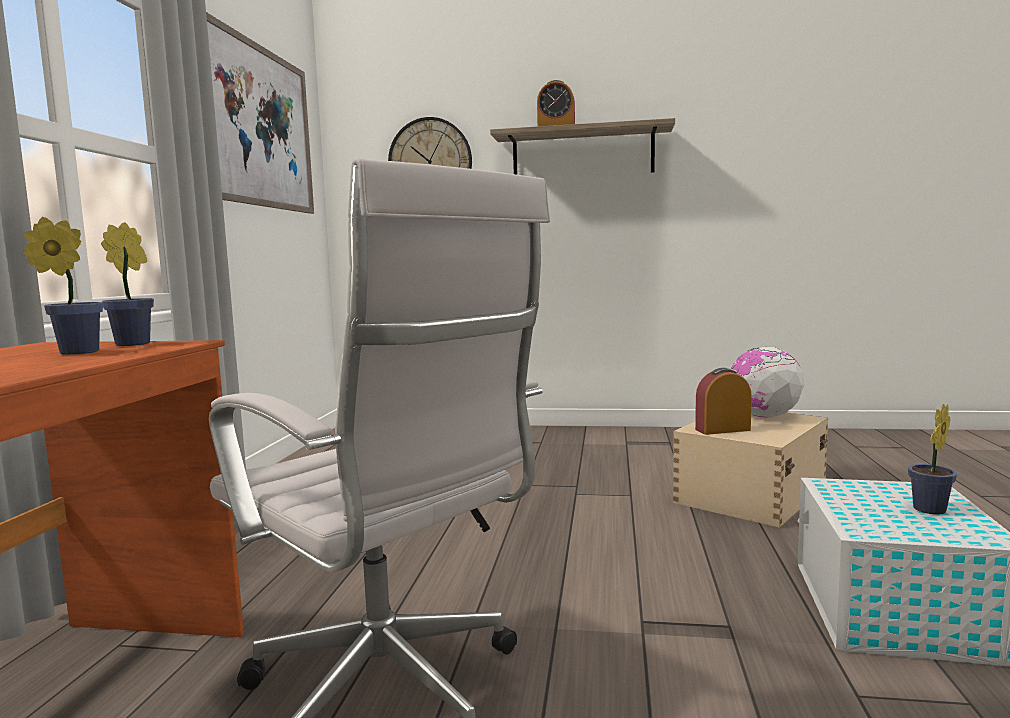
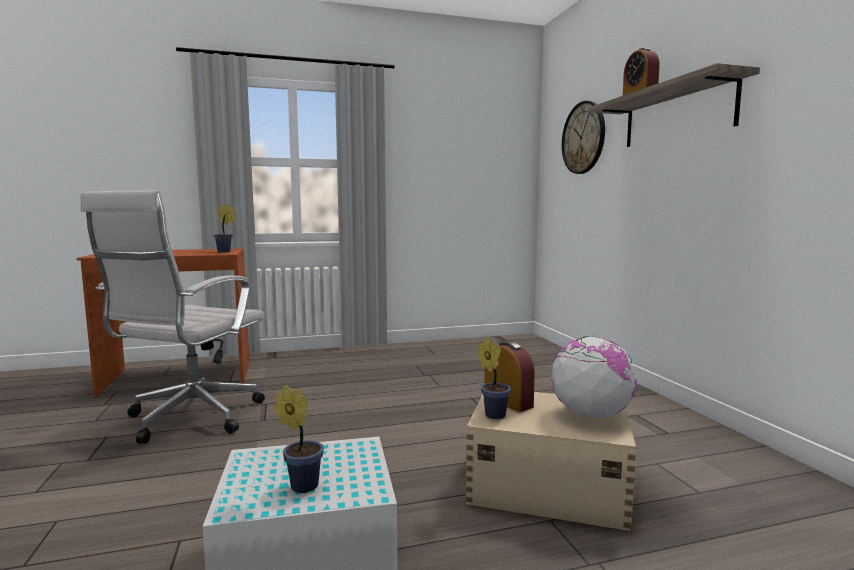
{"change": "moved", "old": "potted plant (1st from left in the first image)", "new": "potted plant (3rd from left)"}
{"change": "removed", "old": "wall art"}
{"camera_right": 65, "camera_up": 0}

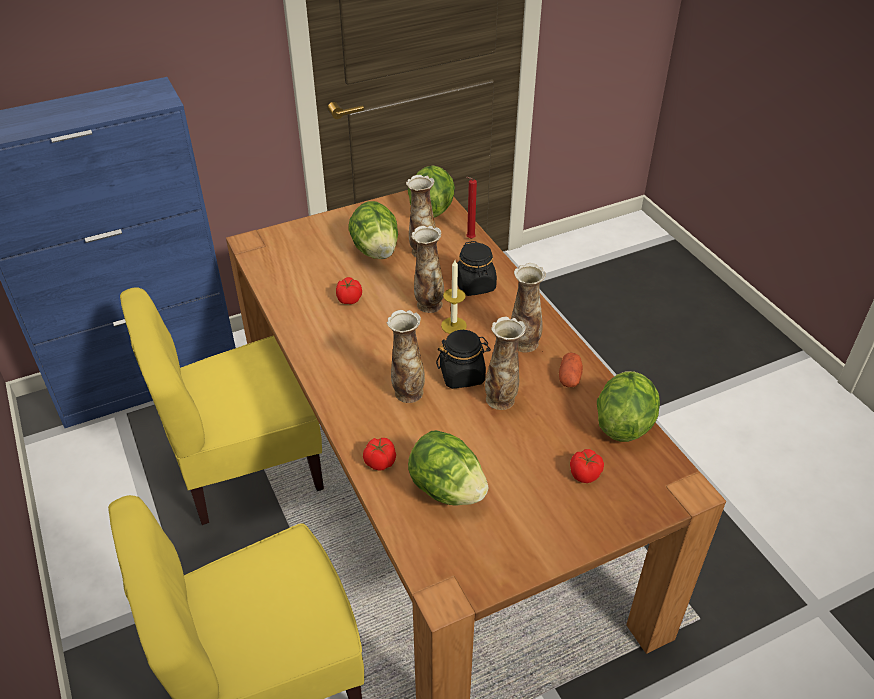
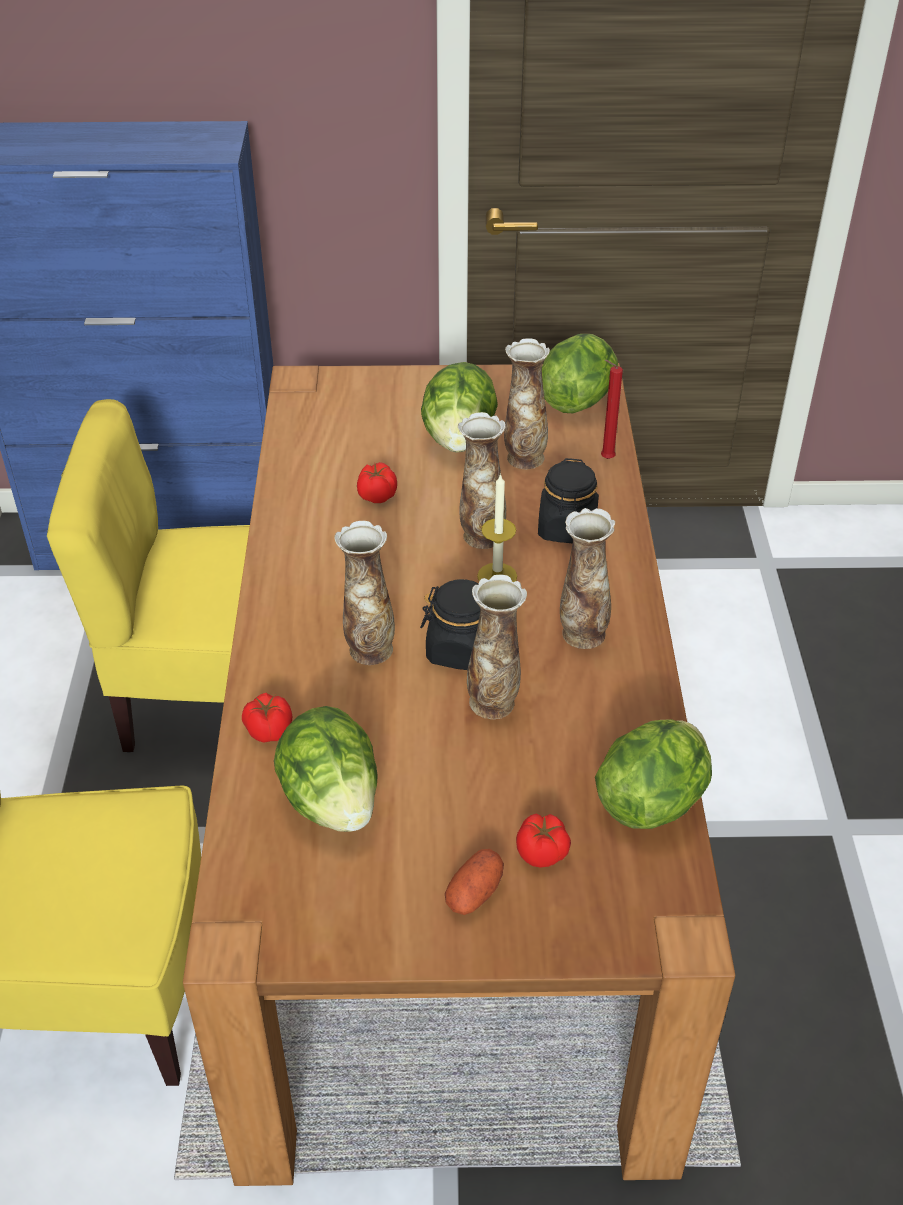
{"change": "moved", "old": "whole potato"}
{"camera_right": 25, "camera_up": 0}

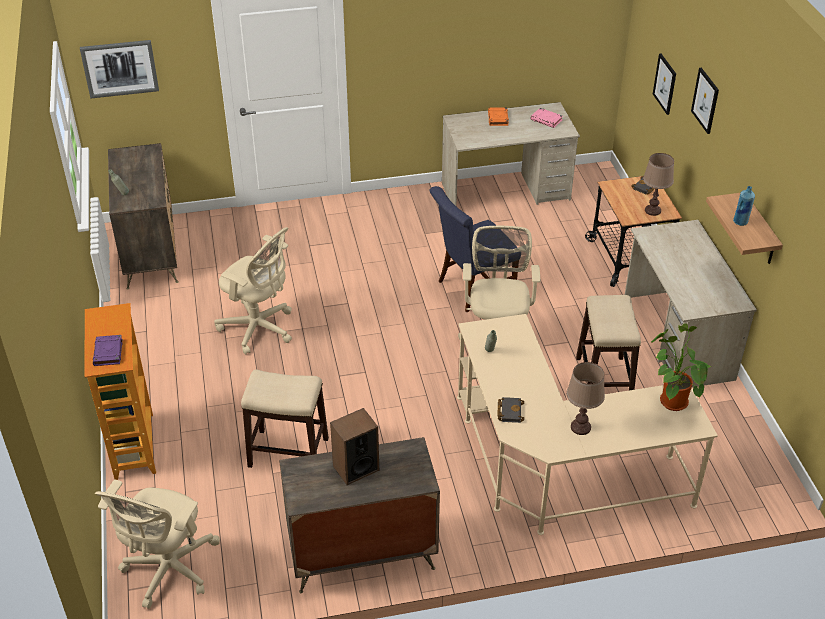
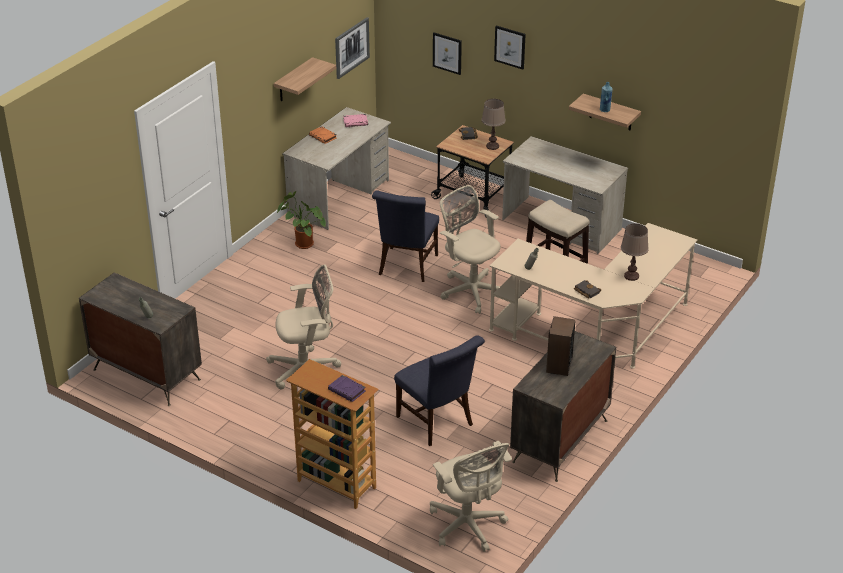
{"change": "added", "new": "wall shelf (1st from left)"}
{"change": "moved", "old": "potted plant"}
{"change": "moved", "old": "wall art (1st from left)"}
{"change": "replaced", "old": "stool seat (1st from left)", "new": "chair/blue-coloured (2nd from left)"}
{"camera_right": -45, "camera_up": -5}

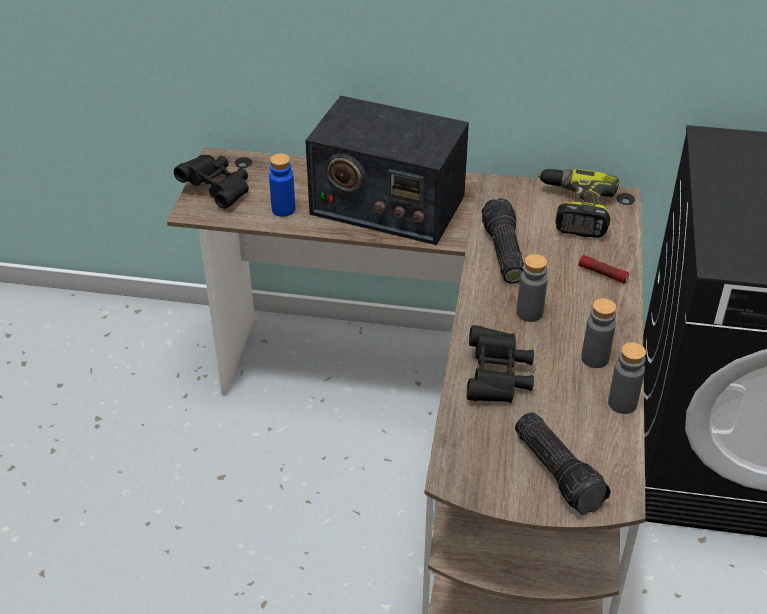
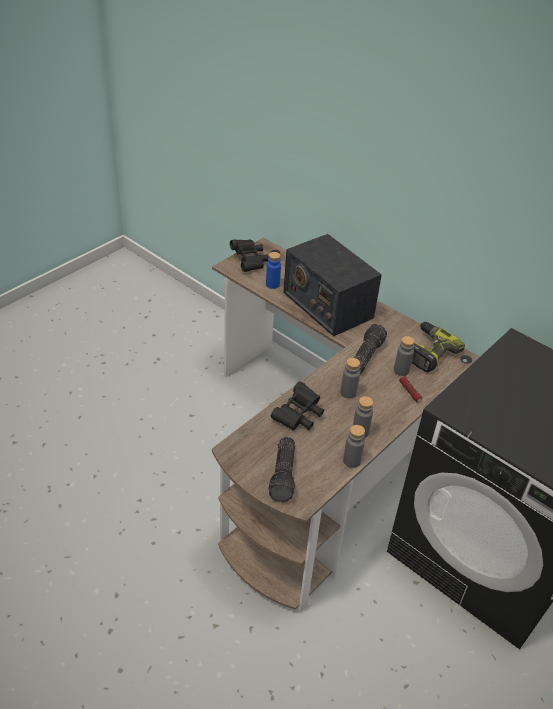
{"change": "added", "new": "drink bottle/grey (4th from left)"}
{"camera_right": 30, "camera_up": 0}

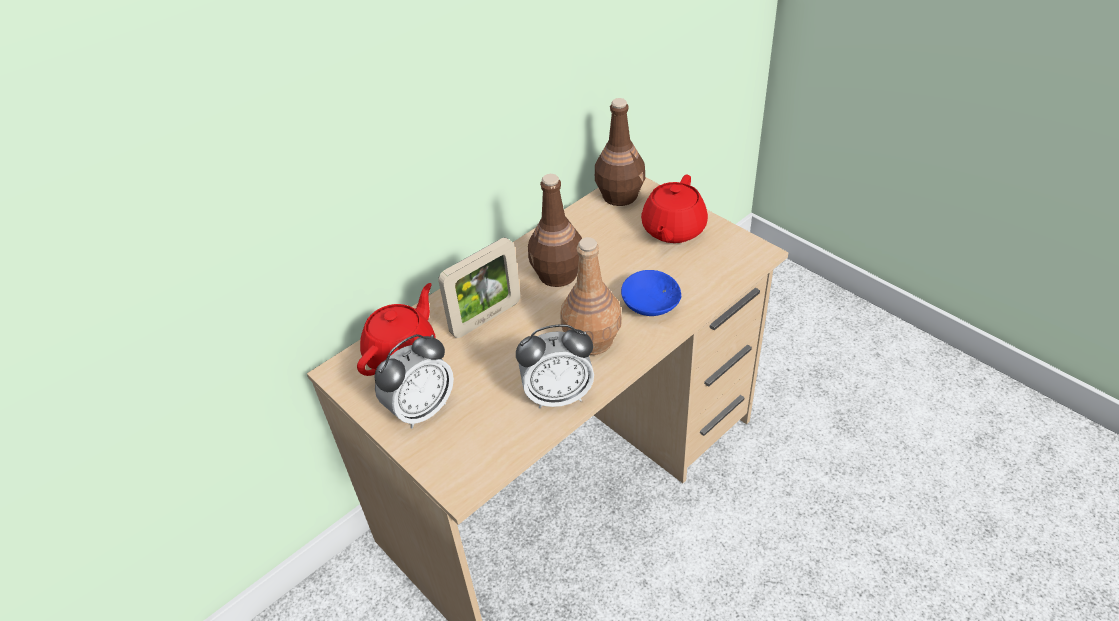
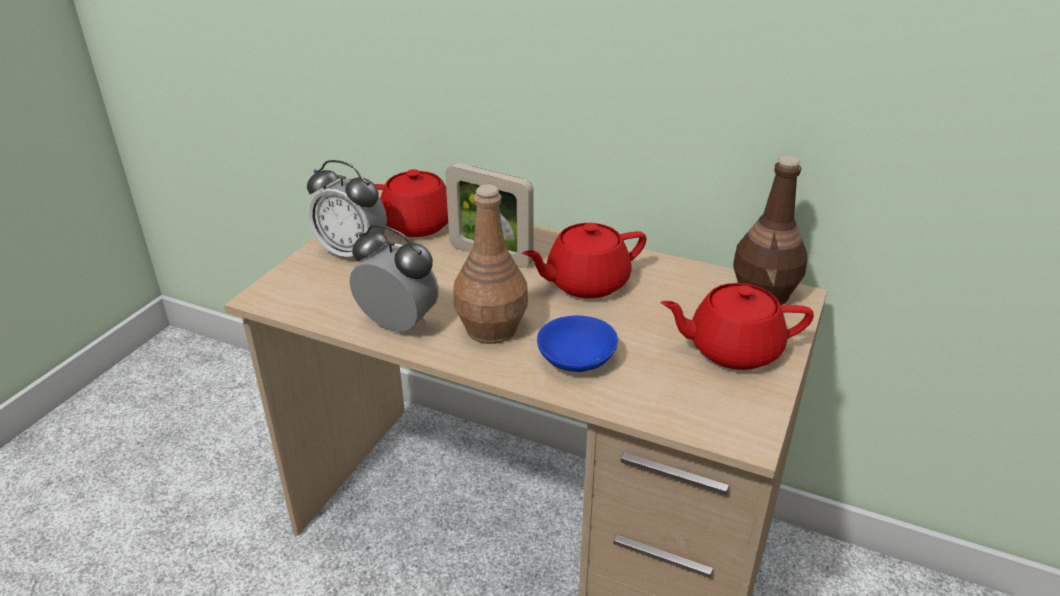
{"change": "turned", "old": "bedside clock (2nd from left)", "degrees": 150}
{"change": "replaced", "old": "drink bottle/brownish (1st from left)", "new": "pot for tea/red-coloured (2nd from left)"}
{"camera_right": 65, "camera_up": -10}

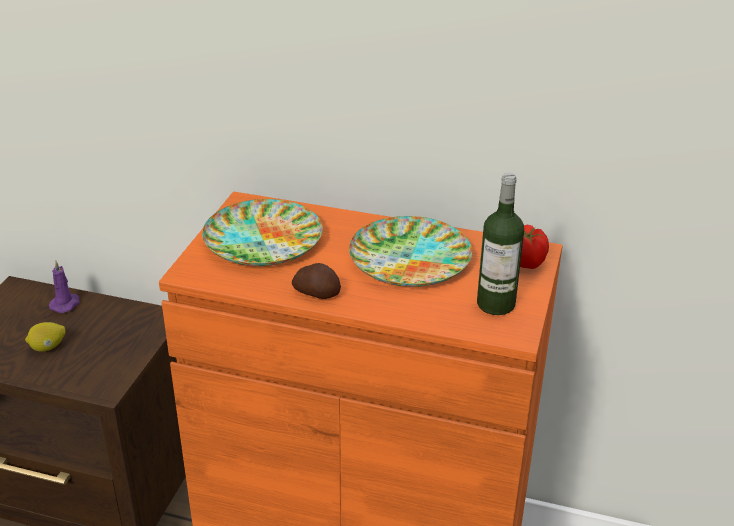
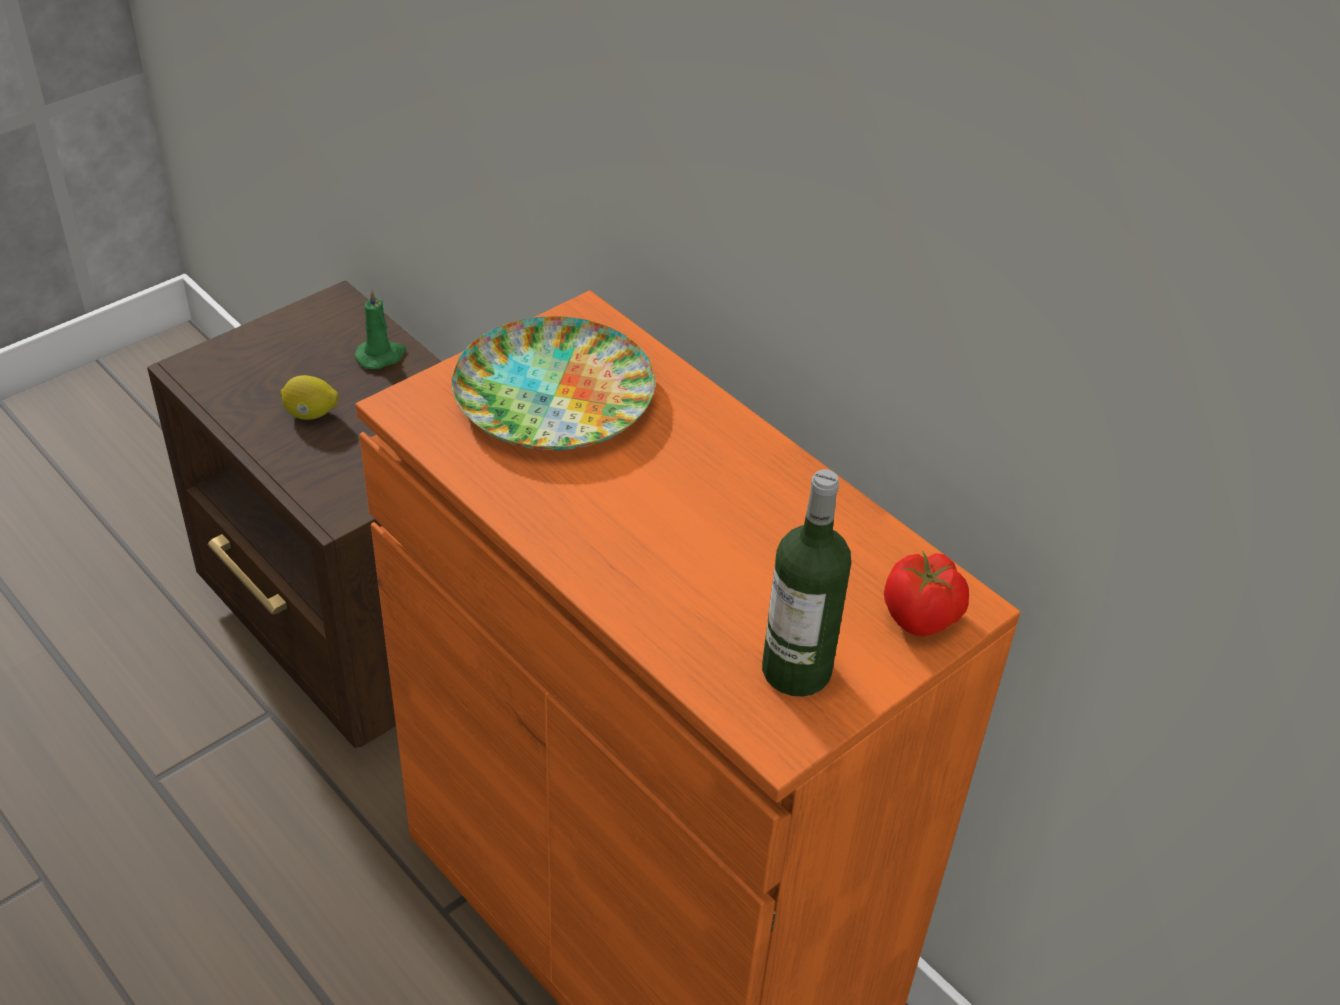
{"change": "recoloured", "old": "wax light/purplish", "new": "wax light/green"}
{"change": "removed", "old": "whole potato"}
{"change": "removed", "old": "dinner plate (2nd from left)"}
{"camera_right": 30, "camera_up": 10}

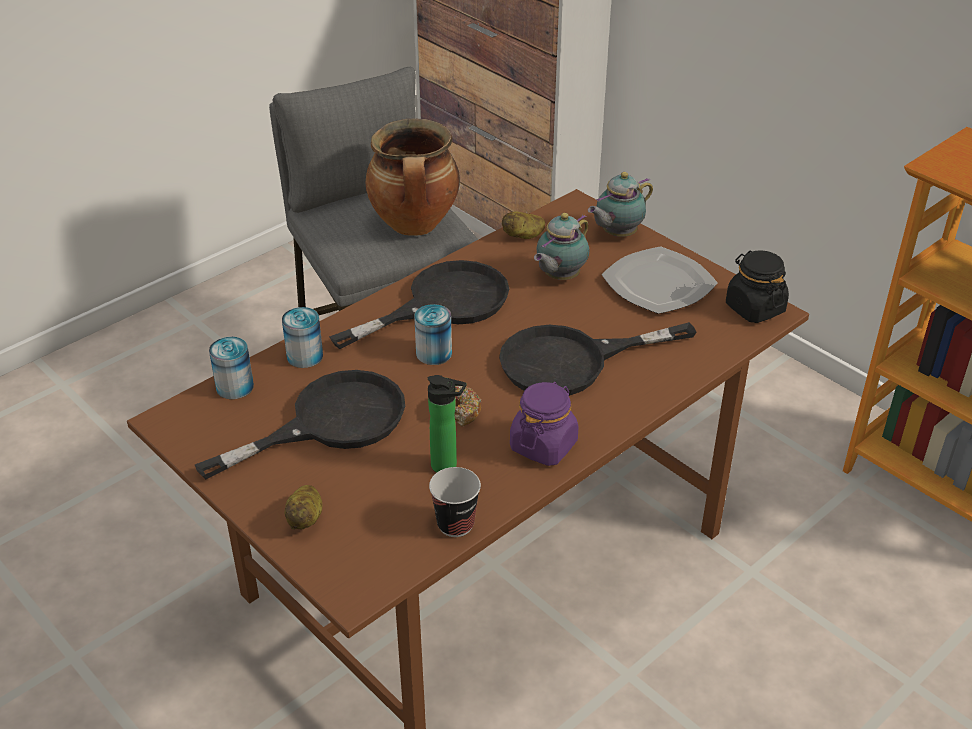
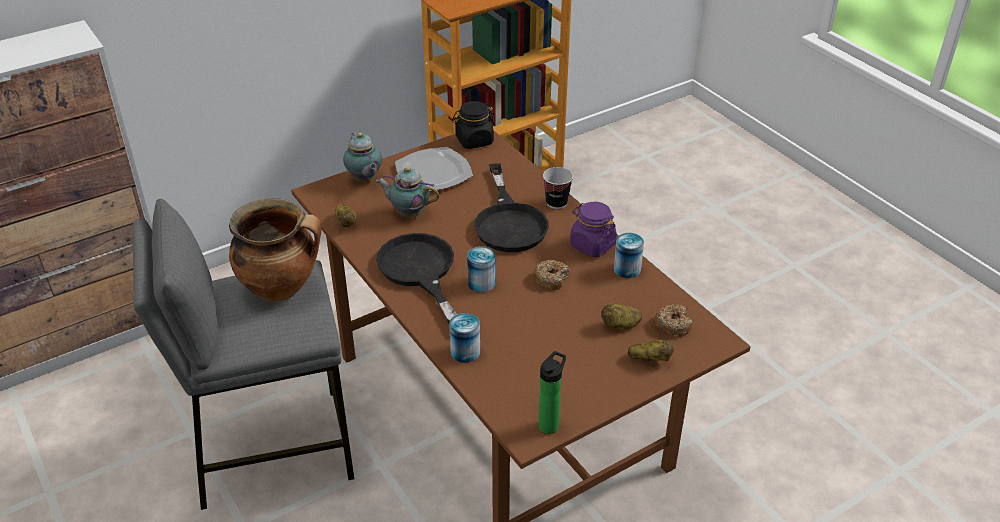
{"change": "turned", "old": "pot for tea (1st from left in the first image)", "degrees": 150}
{"change": "moved", "old": "drink bottle"}
{"change": "moved", "old": "small cup"}
{"change": "added", "new": "whole potato (2nd from left)"}
{"change": "moved", "old": "can (1st from left in the first image)", "new": "can (3rd from left)"}
{"change": "added", "new": "ring doughnut (2nd from left)"}
{"change": "removed", "old": "pan/black (1st from left)"}
{"camera_right": -80, "camera_up": 0}

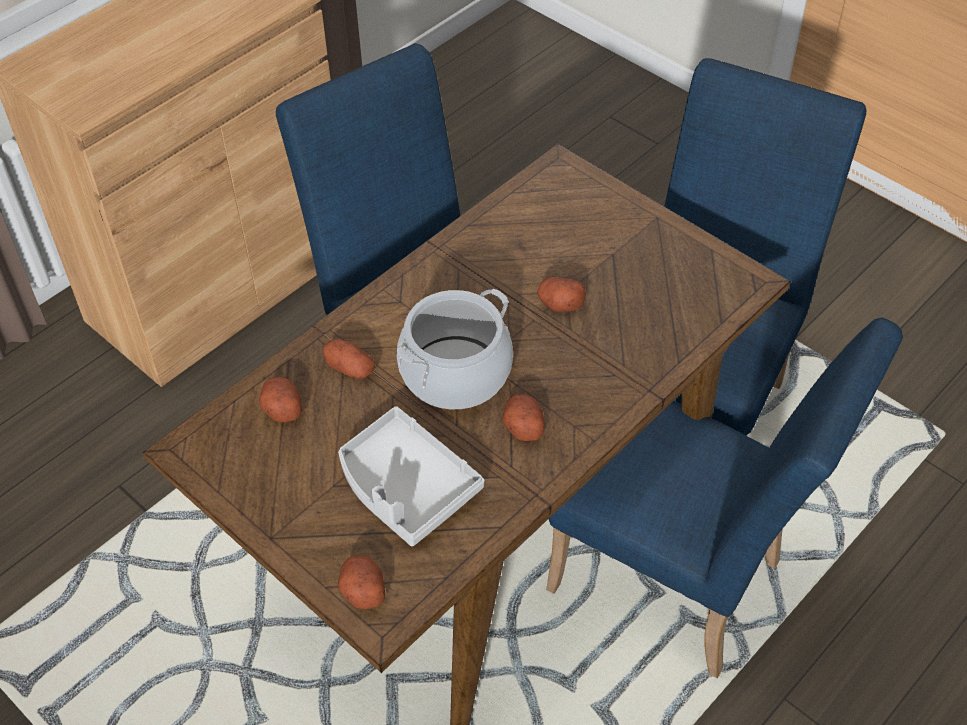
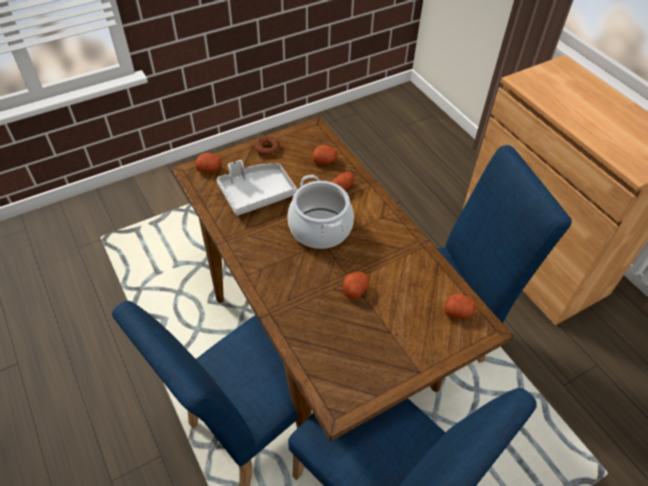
{"change": "added", "new": "ring doughnut"}
{"change": "moved", "old": "whole potato (4th from left in the first image)", "new": "whole potato (5th from left)"}
{"camera_right": 105, "camera_up": 0}

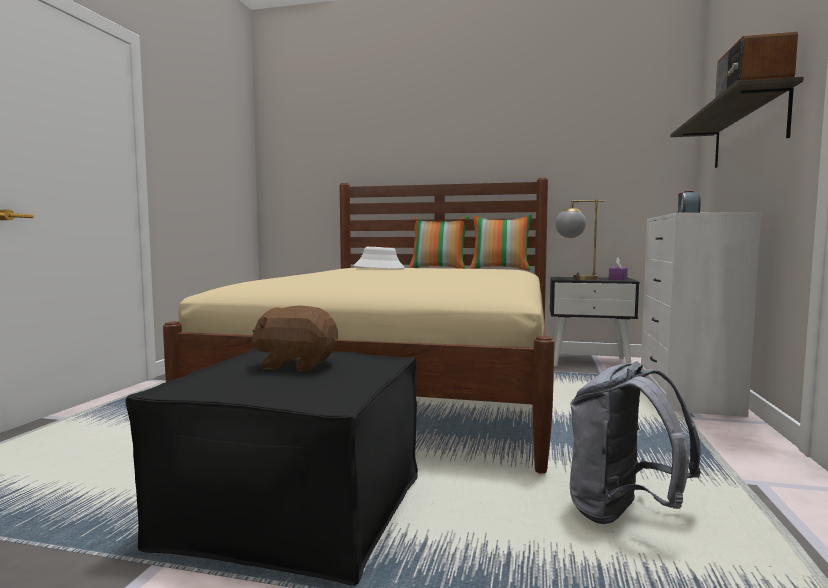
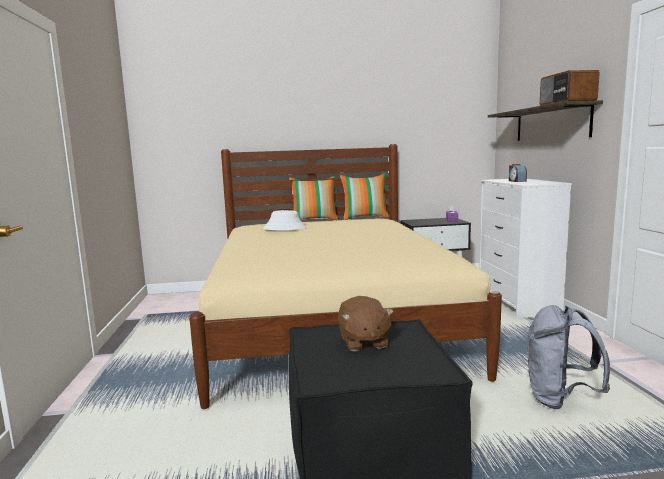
{"change": "turned", "old": "plush toy/brownish", "degrees": -90}
{"change": "removed", "old": "tabletop lamp"}
{"camera_right": -20, "camera_up": 5}

